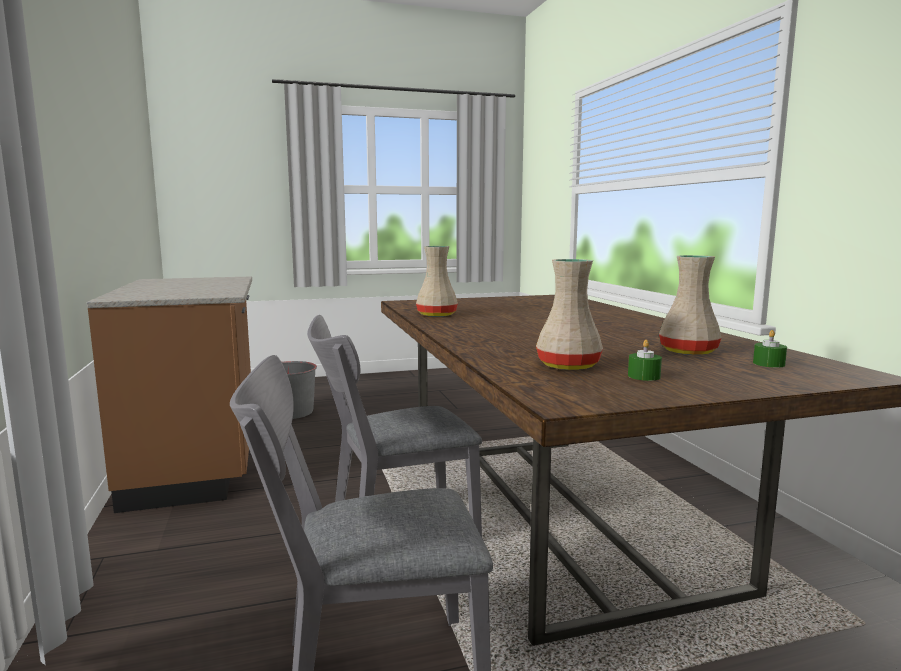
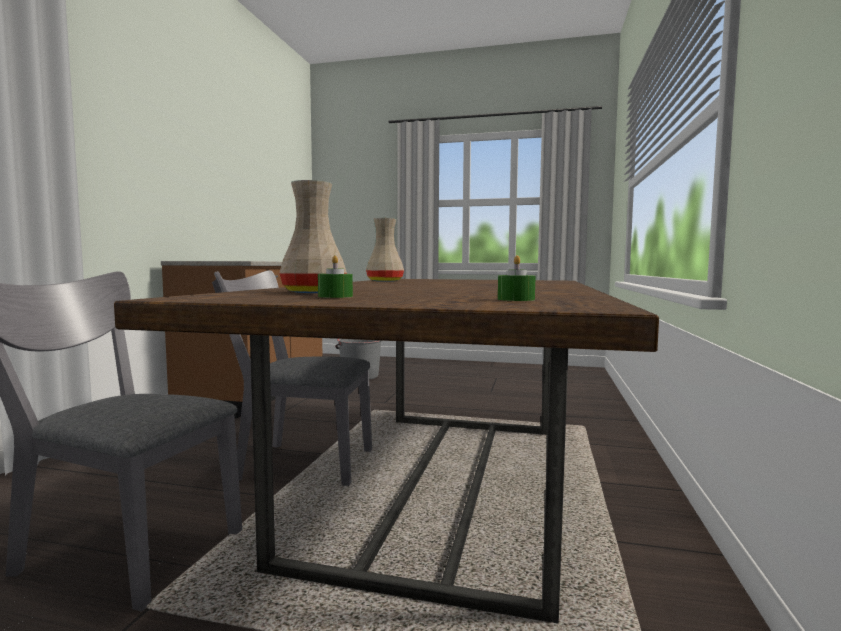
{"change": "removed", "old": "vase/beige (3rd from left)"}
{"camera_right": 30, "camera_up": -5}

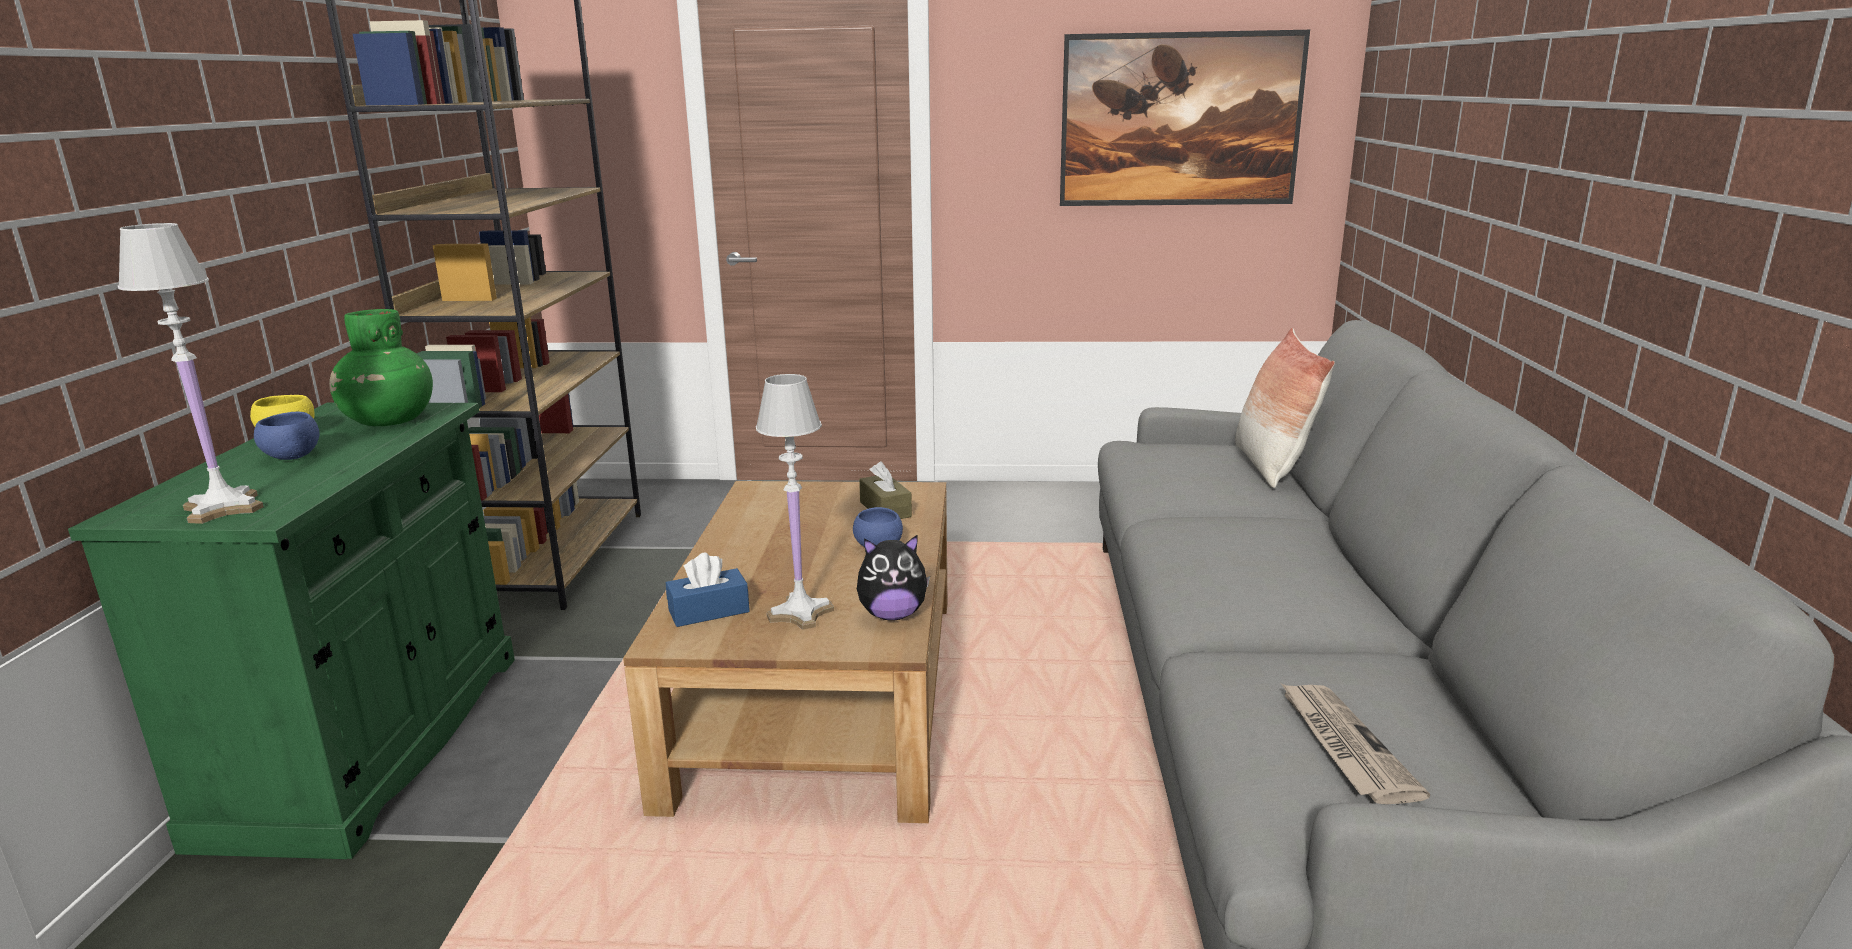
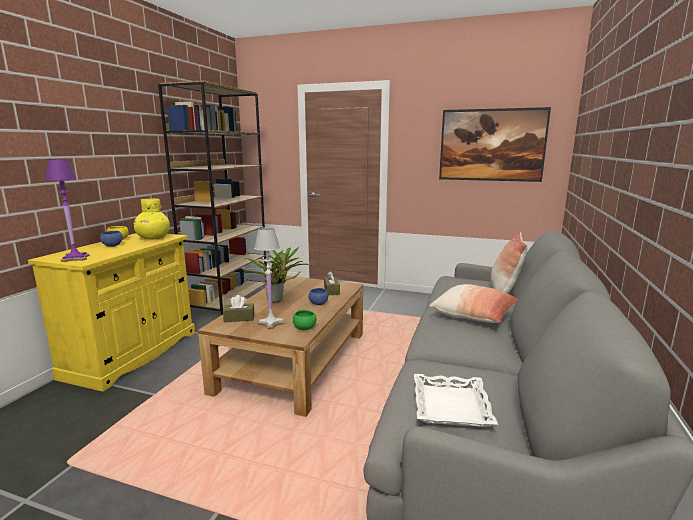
{"change": "recoloured", "old": "cupboard/green", "new": "cupboard/yellowish"}
{"change": "recoloured", "old": "tabletop lamp/white (1st from left)", "new": "tabletop lamp/purplish"}
{"change": "recoloured", "old": "vase/green", "new": "vase/yellowish"}
{"change": "recoloured", "old": "tissue holder/blue-coloured", "new": "tissue holder/brownish (1st from left)"}
{"change": "added", "new": "potted plant"}
{"change": "replaced", "old": "plush toy", "new": "deep dish/green"}
{"change": "replaced", "old": "daily paper", "new": "tray/white"}
{"change": "added", "new": "throw pillow (1st from left)"}
{"camera_right": 15, "camera_up": -5}

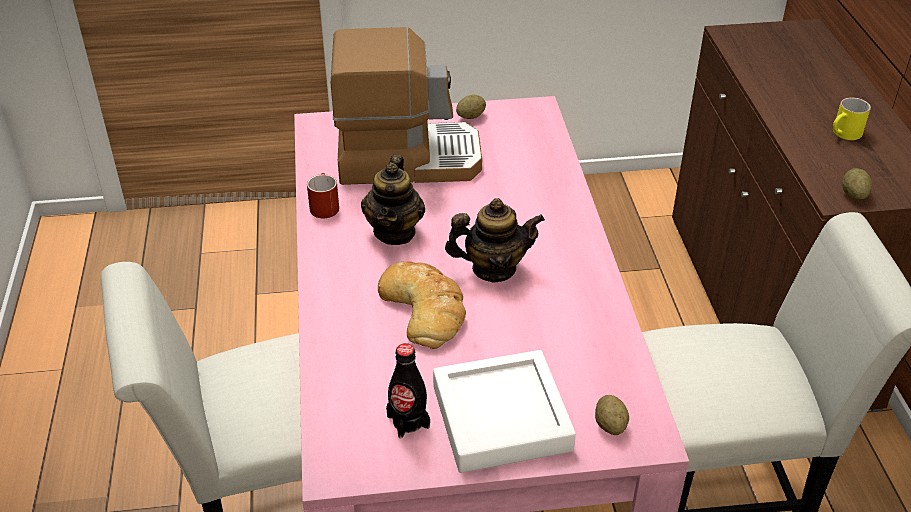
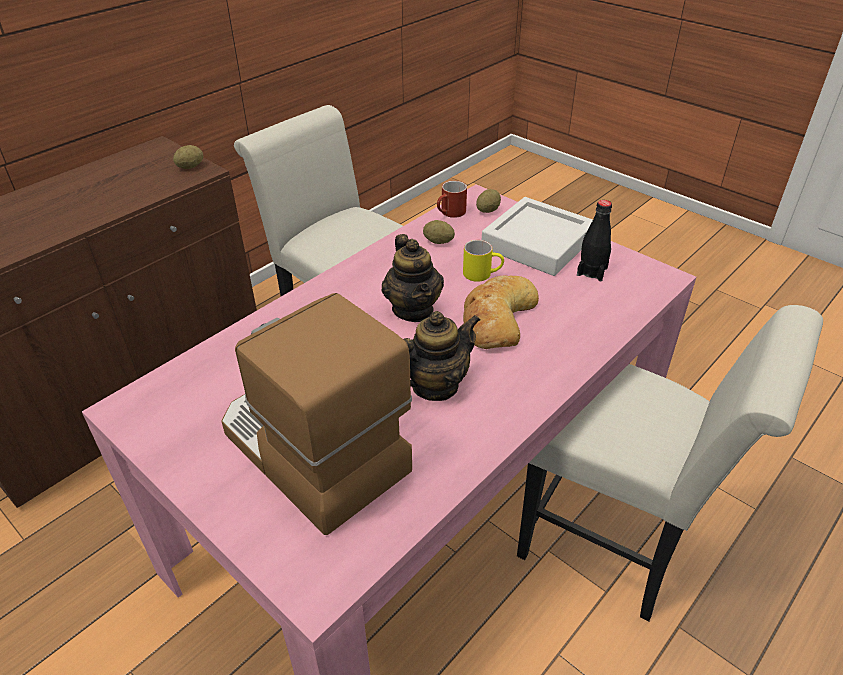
{"change": "turned", "old": "pot for tea (2nd from left in the first image)", "degrees": -150}
{"change": "moved", "old": "whole potato (1st from left in the first image)", "new": "whole potato (2nd from left)"}
{"change": "moved", "old": "mug/red-coloured"}
{"change": "moved", "old": "mug/yellowish"}
{"camera_right": -130, "camera_up": 0}

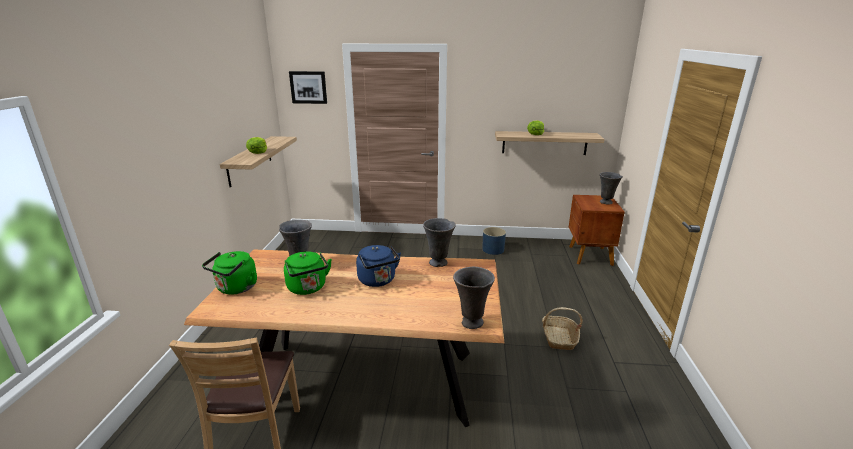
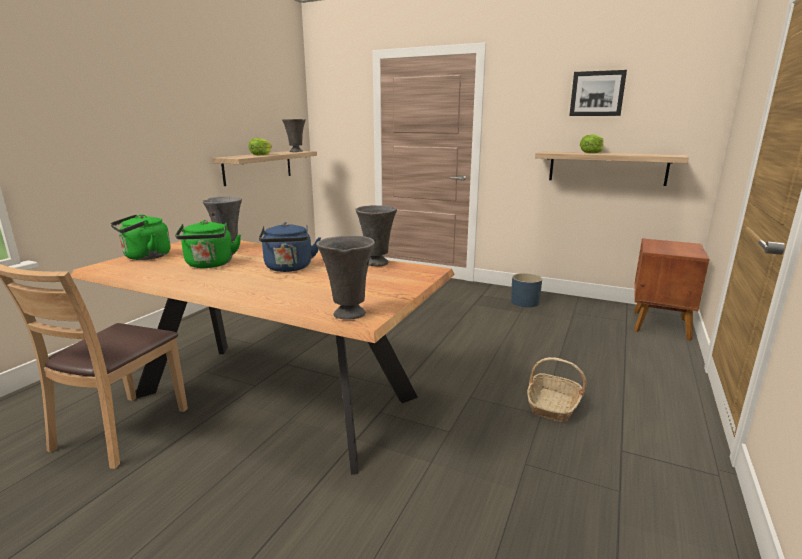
{"change": "moved", "old": "vase/grey (4th from left in the first image)", "new": "vase/grey (2nd from left)"}
{"change": "moved", "old": "wall art"}
{"camera_right": 20, "camera_up": -5}

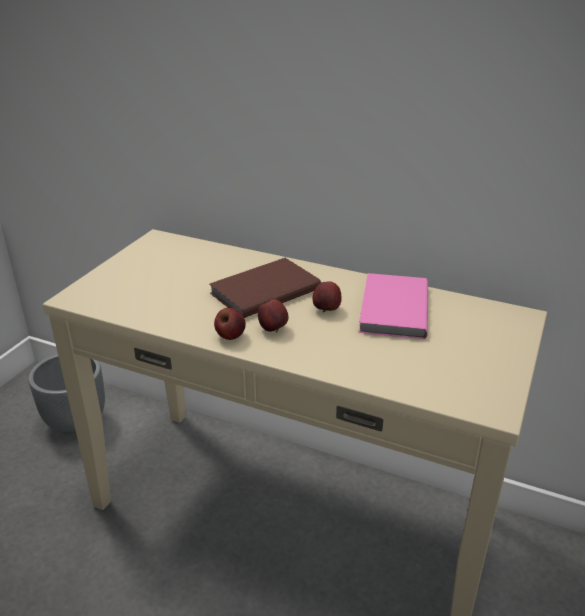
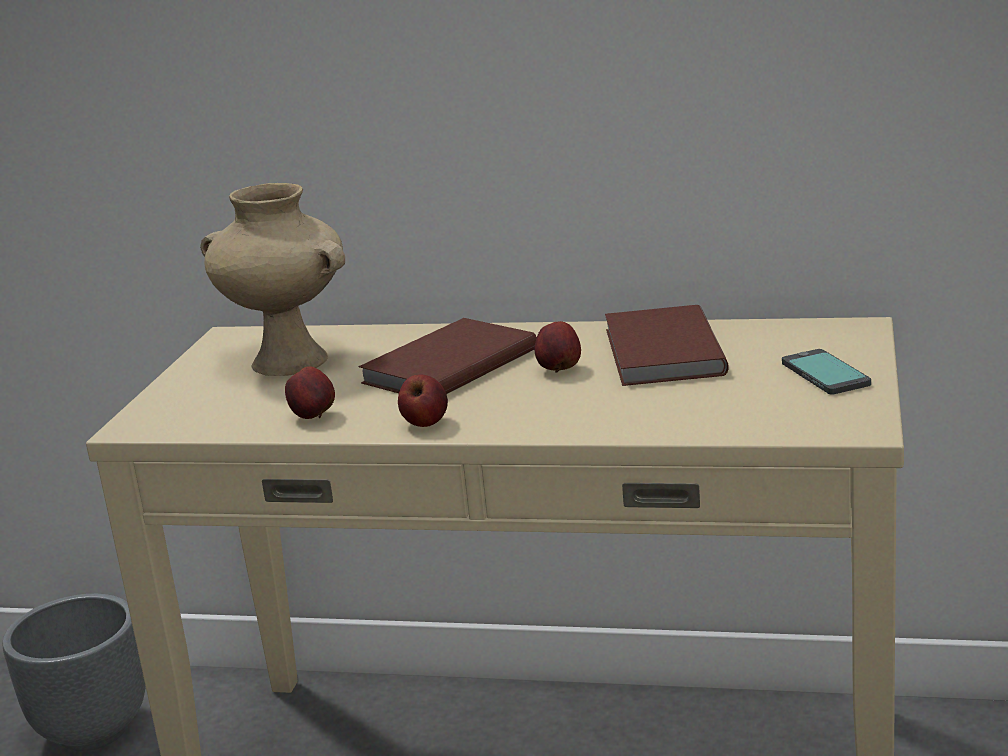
{"change": "added", "new": "vase/beige"}
{"change": "moved", "old": "apple (2nd from left in the first image)", "new": "apple (1st from left)"}
{"change": "recoloured", "old": "book/pinkish", "new": "book/brownish (2nd from left)"}
{"change": "added", "new": "phone"}
{"camera_right": -10, "camera_up": -10}

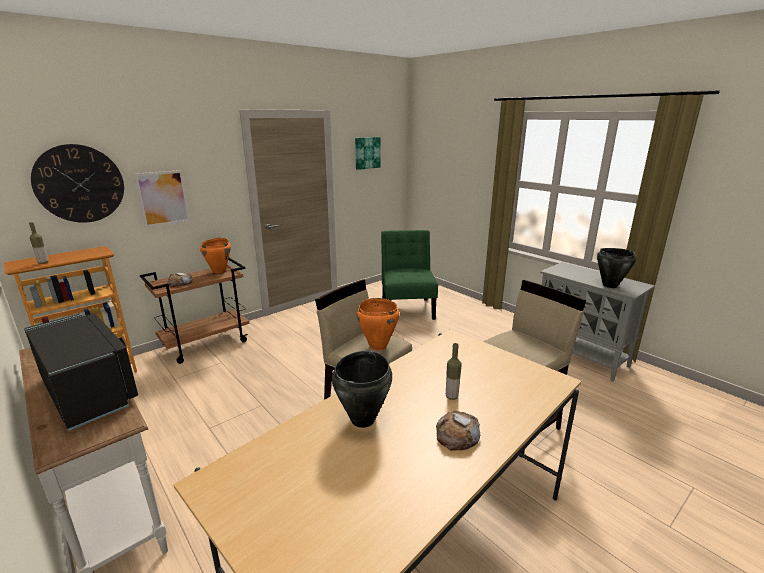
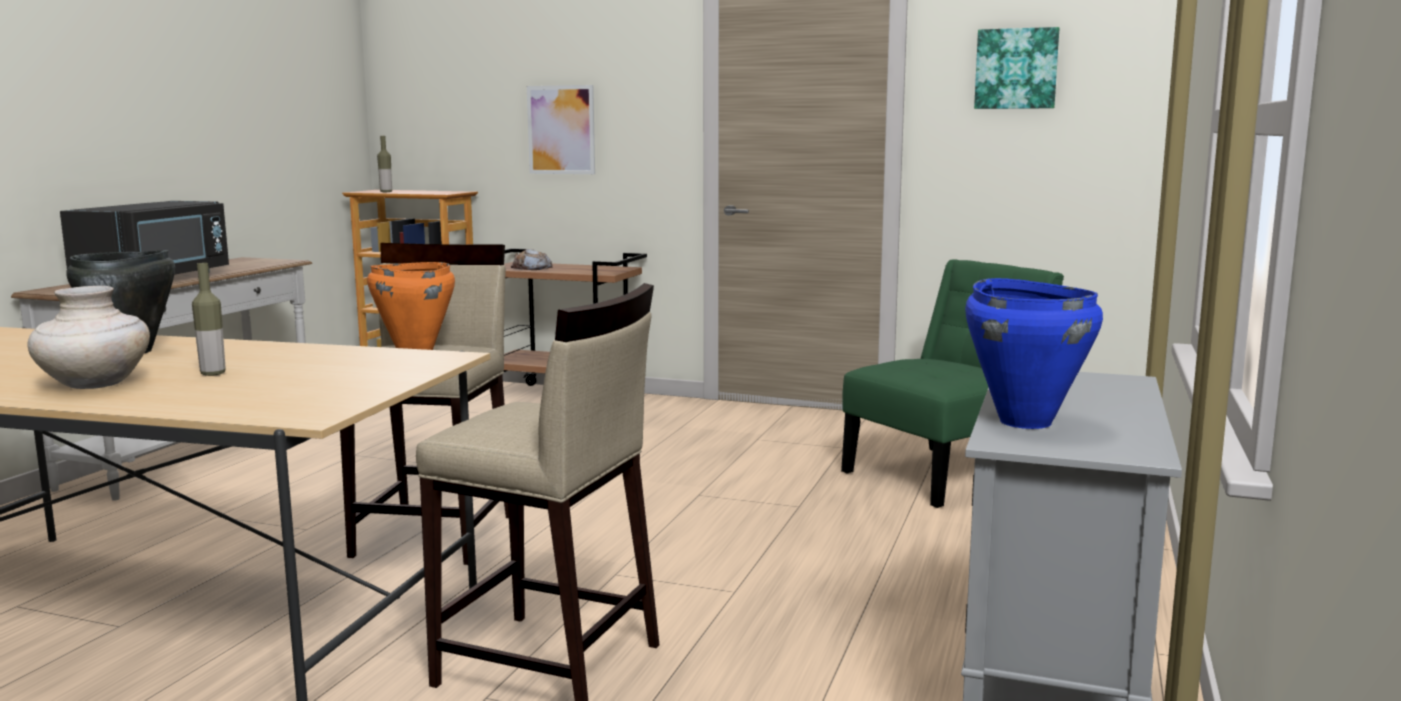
{"change": "replaced", "old": "bakery bread (2nd from left)", "new": "vase/beige"}
{"change": "recoloured", "old": "cooking pot/black (2nd from left)", "new": "cooking pot/blue-coloured"}
{"change": "removed", "old": "wall clock"}
{"change": "removed", "old": "cooking pot/orange (1st from left)"}
{"camera_right": 60, "camera_up": -10}

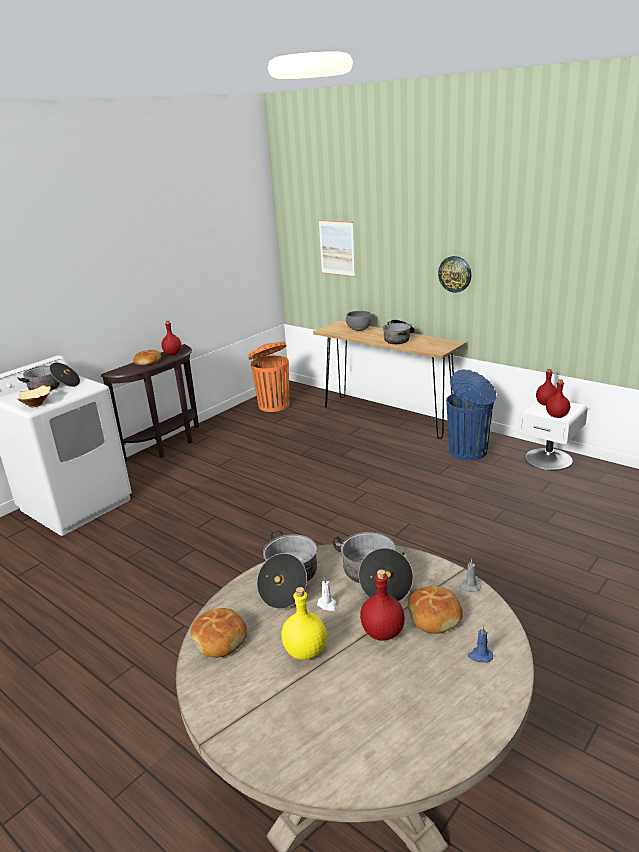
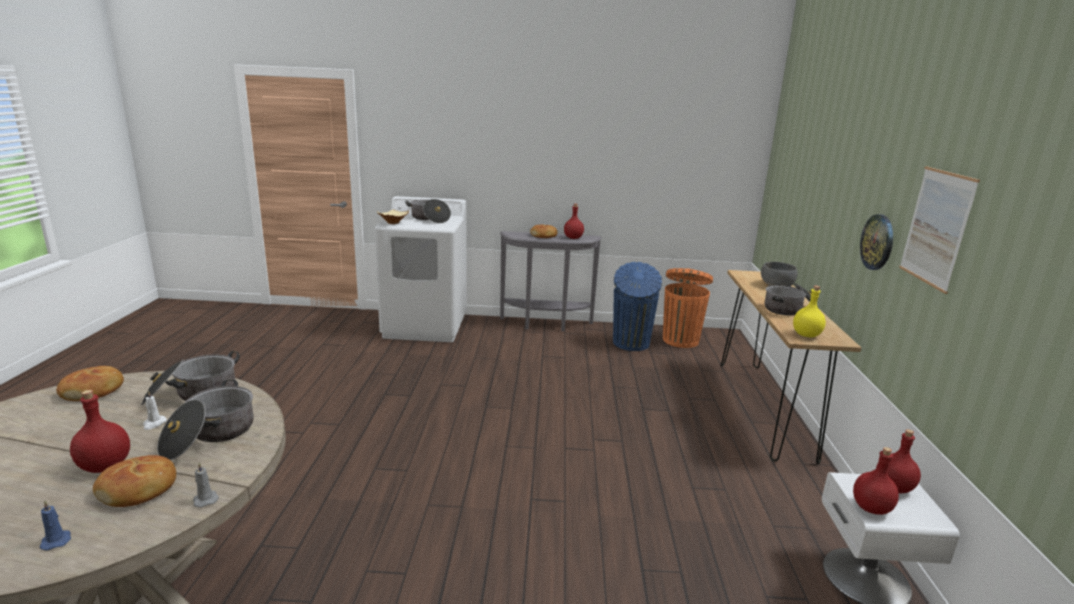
{"change": "recoloured", "old": "narrow table/brownish (1st from left)", "new": "narrow table/grey"}
{"change": "moved", "old": "trash can/blue-coloured"}
{"change": "moved", "old": "drink bottle/yellowish"}
{"change": "moved", "old": "wall art"}
{"camera_right": 50, "camera_up": -5}

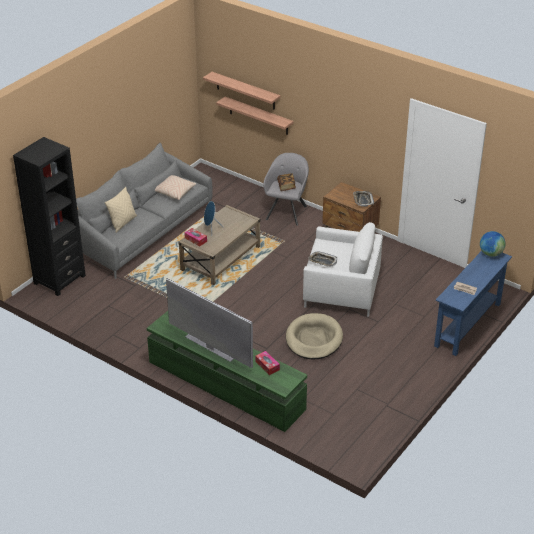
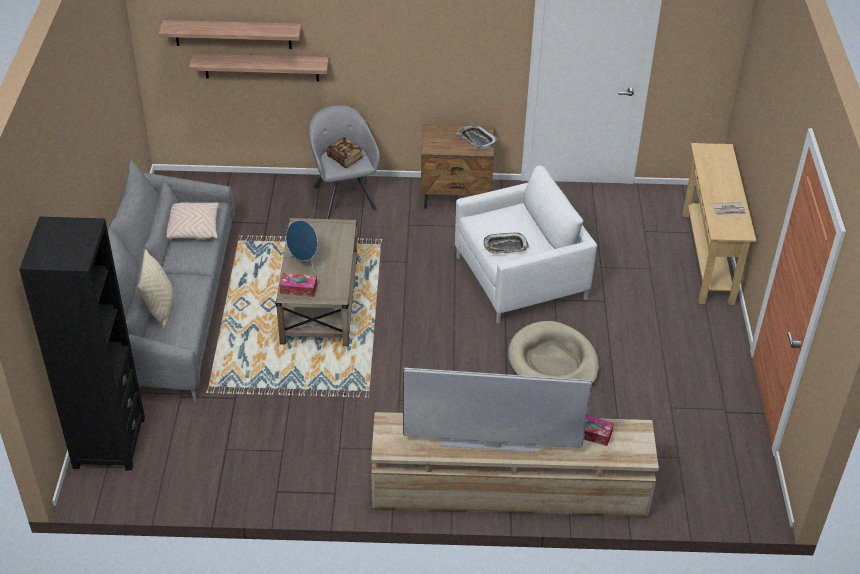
{"change": "recoloured", "old": "tv unit/green", "new": "tv unit/beige"}
{"change": "recoloured", "old": "narrow table/blue-coloured", "new": "narrow table/beige"}
{"change": "removed", "old": "desk globe"}
{"camera_right": -35, "camera_up": 5}

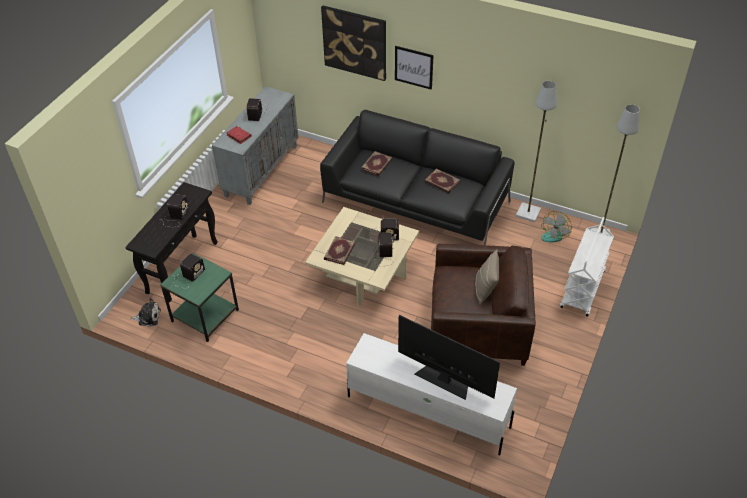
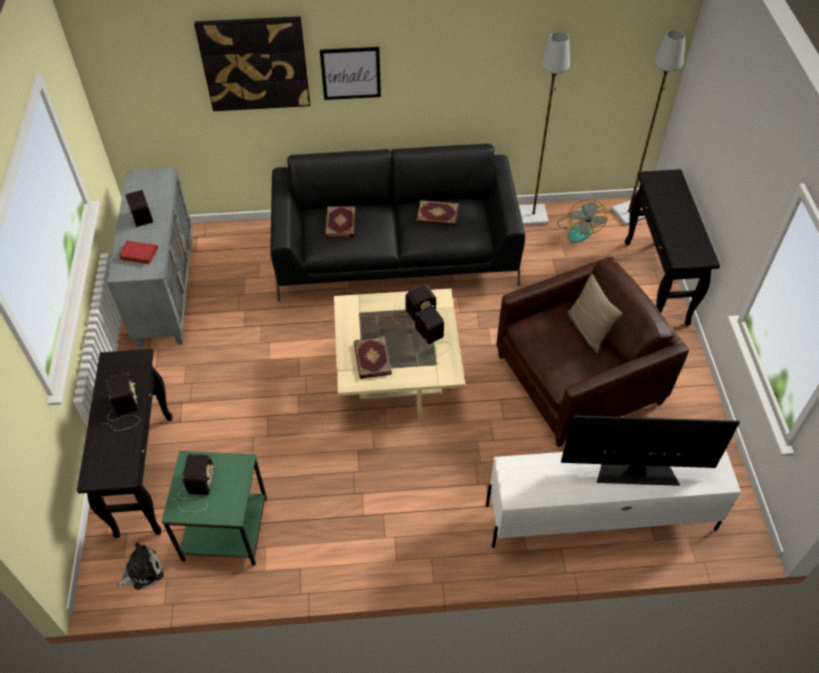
{"change": "replaced", "old": "trolley/white", "new": "narrow table/black (2nd from left)"}
{"camera_right": -30, "camera_up": 5}

